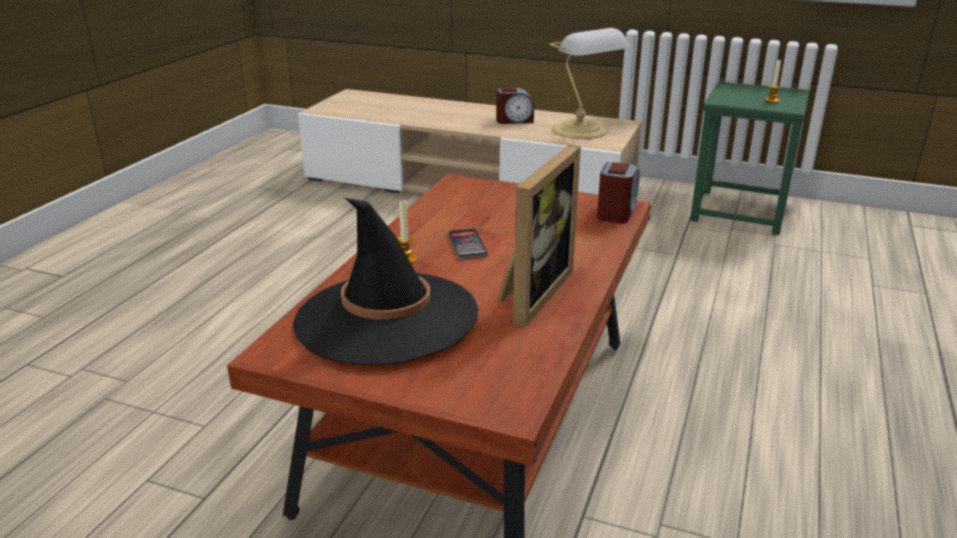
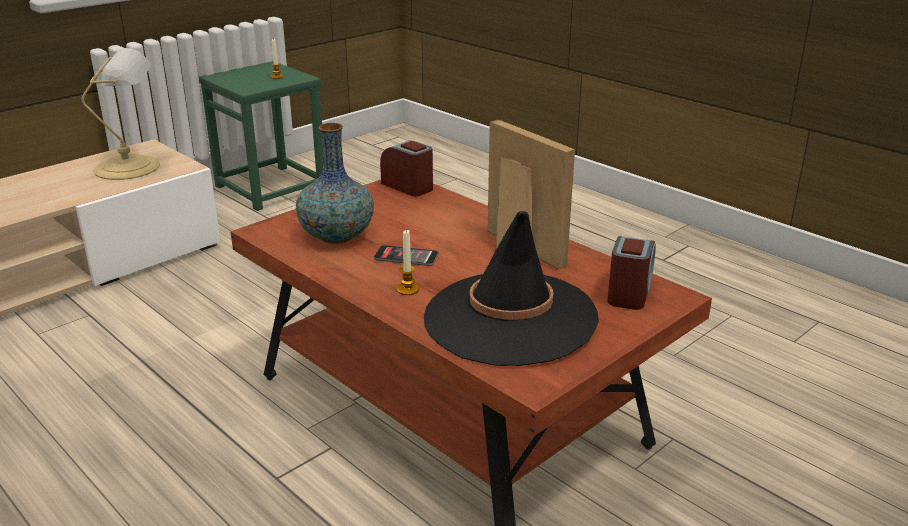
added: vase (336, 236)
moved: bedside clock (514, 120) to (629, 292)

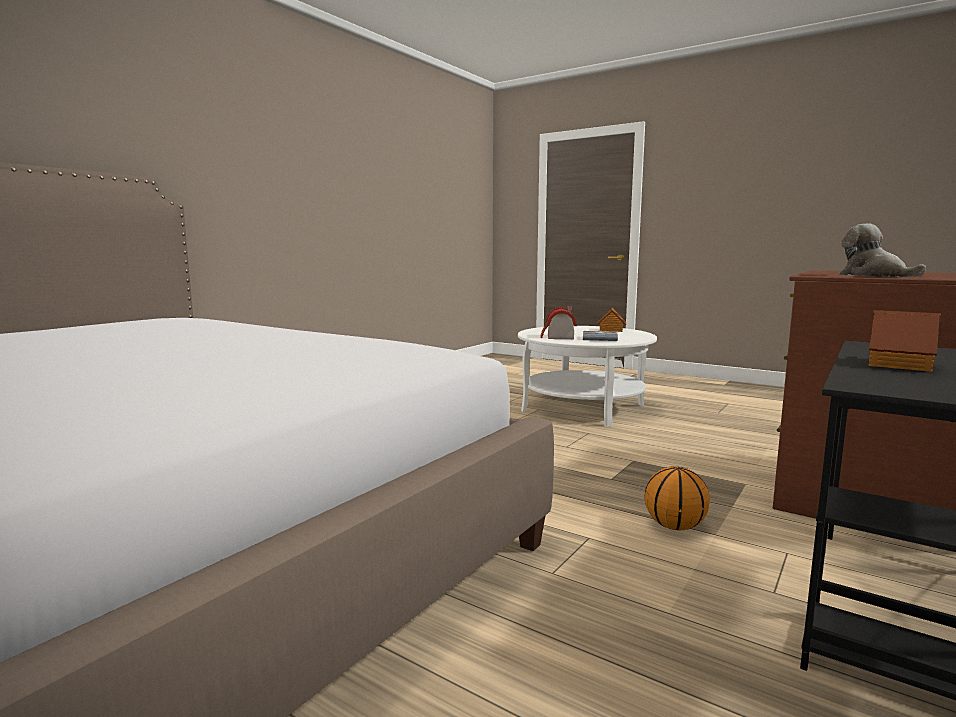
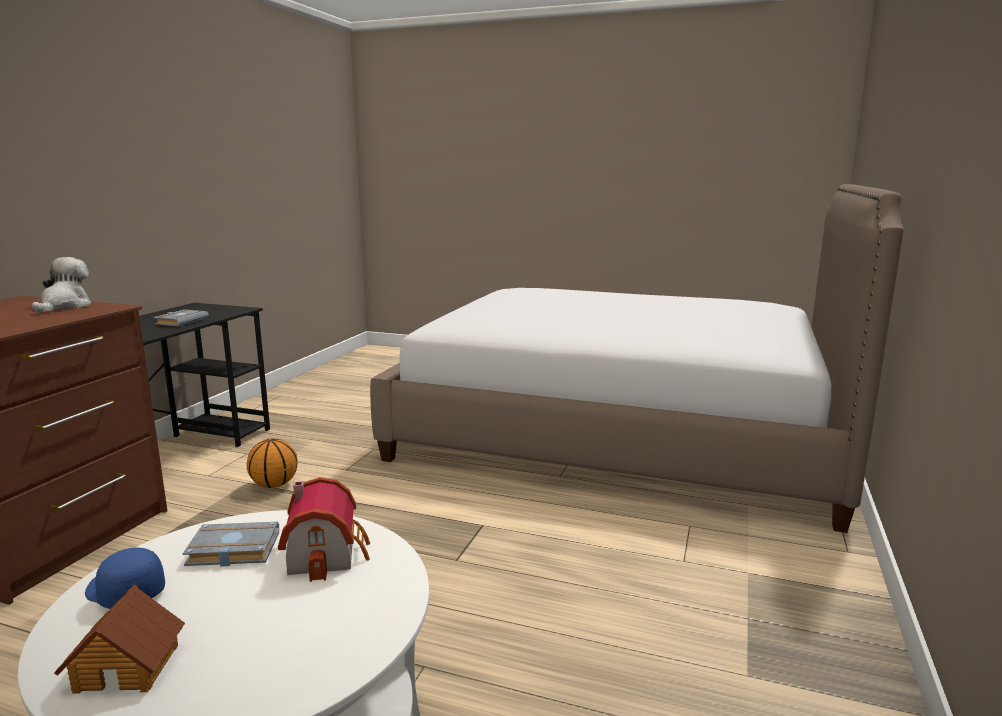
added: blue peaked cap (124, 592)
replaced: toy house (900, 364) to gray book (181, 321)
turned: plush toy (874, 276) = (65, 306) 135 degrees counterclockwise

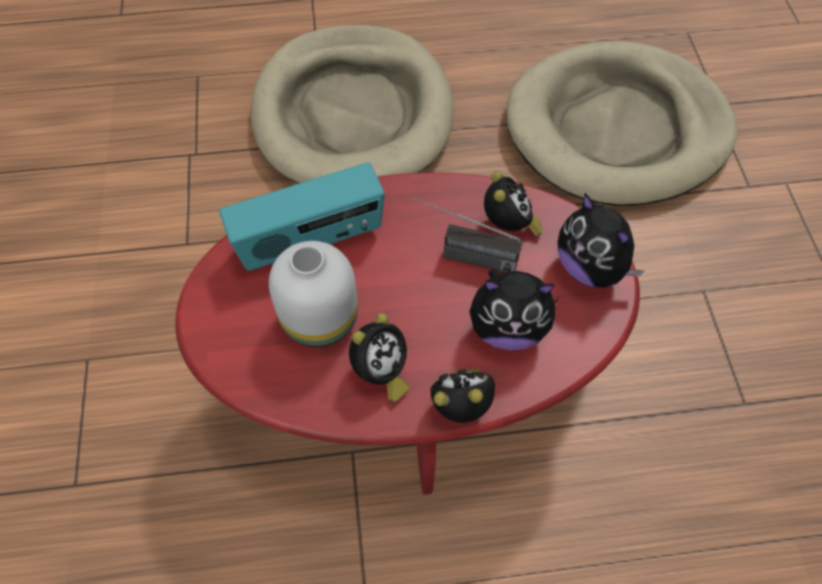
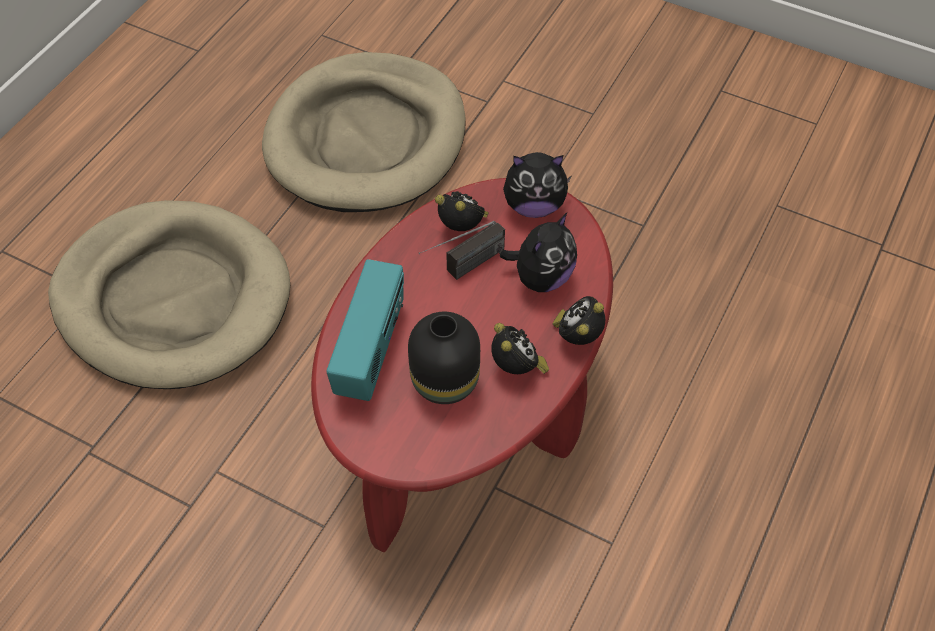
recoloured: white-coloured vase (319, 321) to black-coloured vase (446, 382)

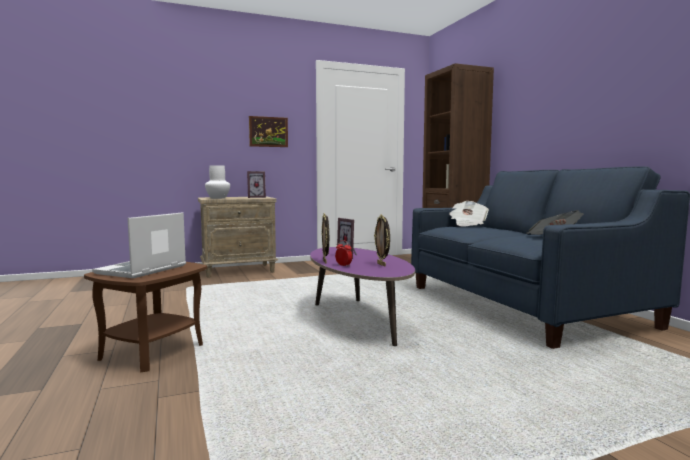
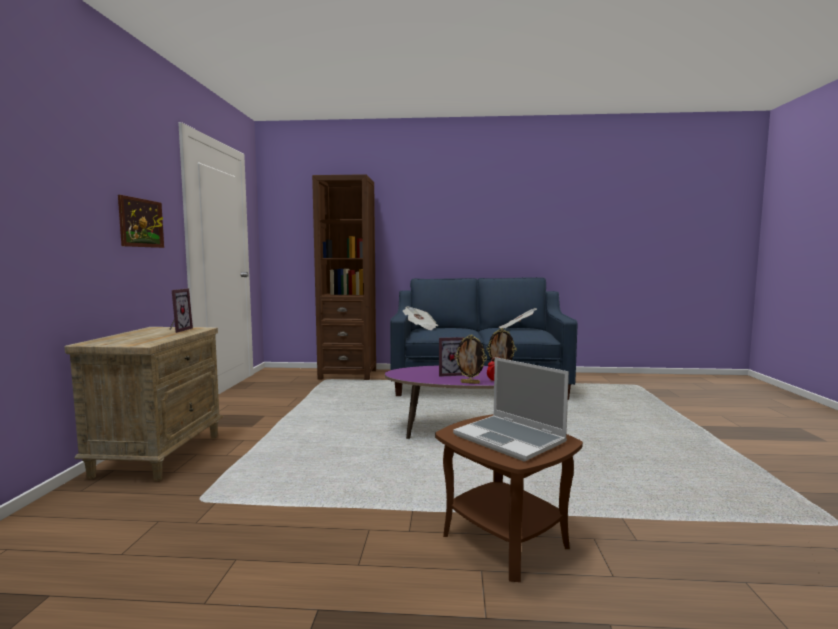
removed: white-coloured vase (218, 198)

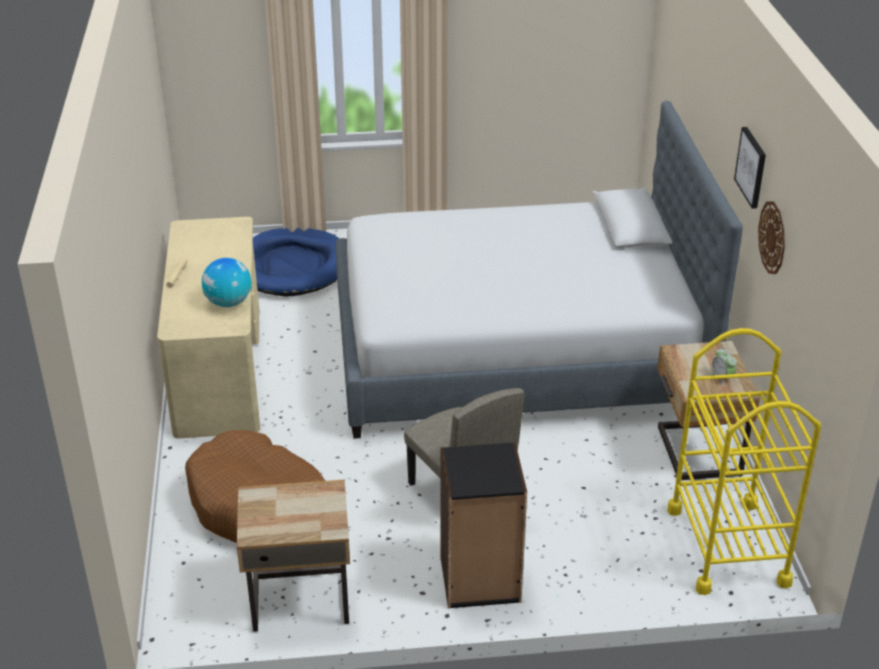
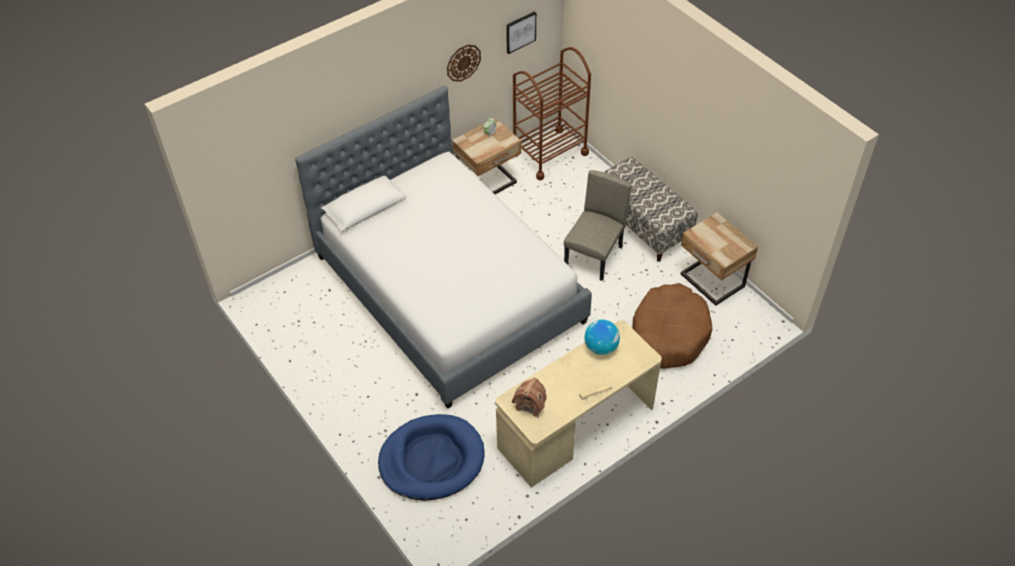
added: toy house (530, 404)
moved: wall picture (752, 167) to (520, 32)
replaced: black-coloured shelving unit (480, 580) to indoor bench (643, 225)
recoloured: yellowish wheeled cart (727, 546) to brown wheeled cart (549, 154)

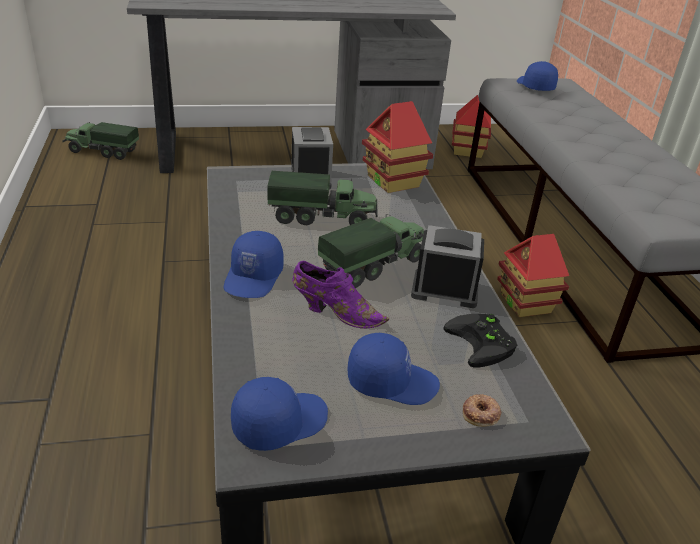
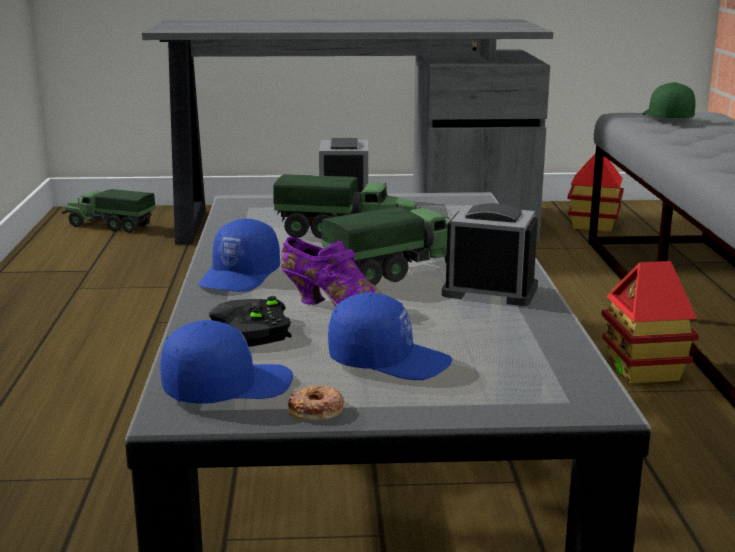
removed: toy house (393, 181)
moved: black-coloured game controller (484, 344) to (254, 331); ring doughnut (481, 414) to (317, 410)
recoloured: blue peaked cap (534, 86) to green-coloured peaked cap (666, 117)

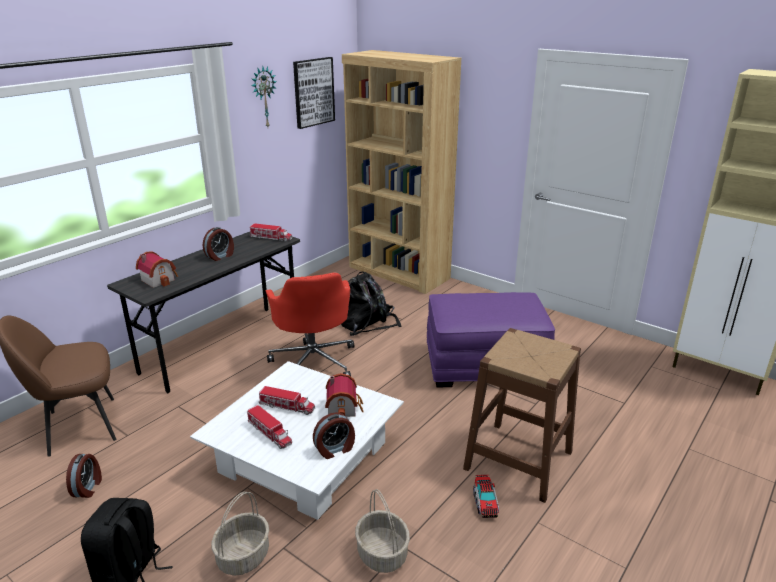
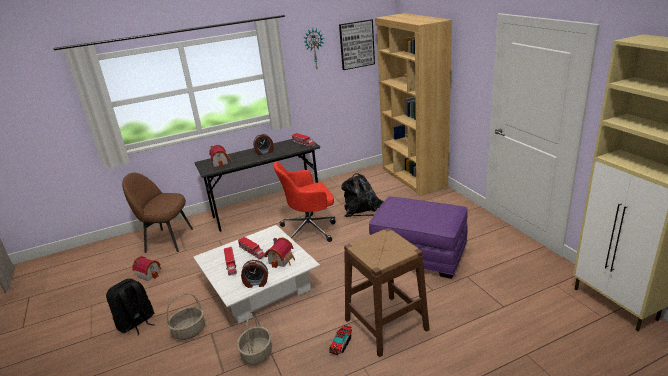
replaced: bedside clock (88, 487) to toy house (149, 273)
turned: red desk chair (313, 362) = (310, 229) 60 degrees clockwise

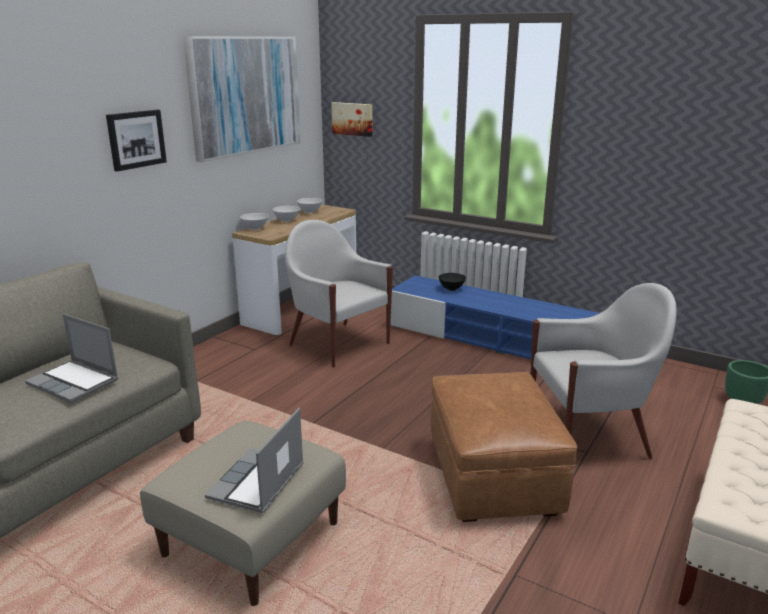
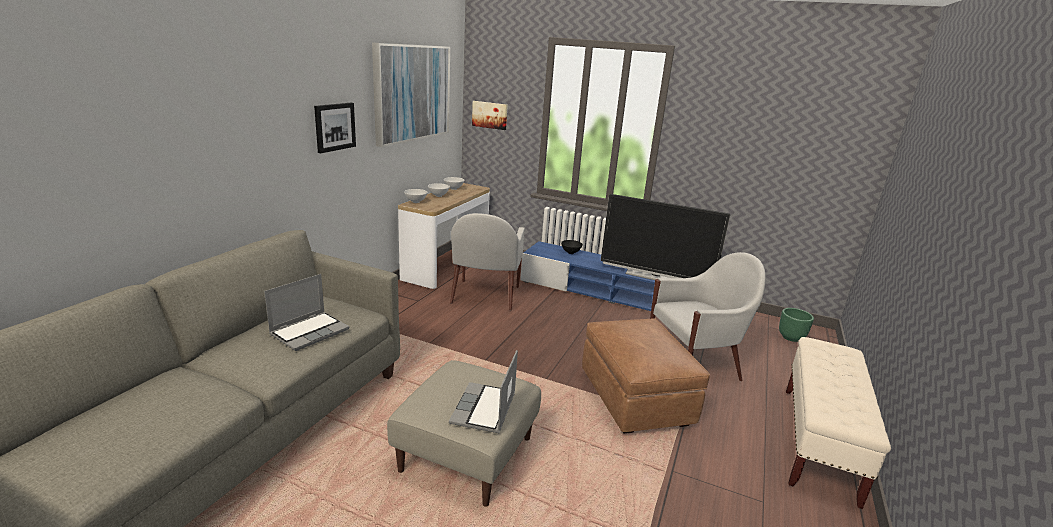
added: television (655, 276)
turned: portable computer (75, 382) = (310, 331) 75 degrees counterclockwise; white-coloured easy chair (338, 344) = (485, 296) 120 degrees counterclockwise

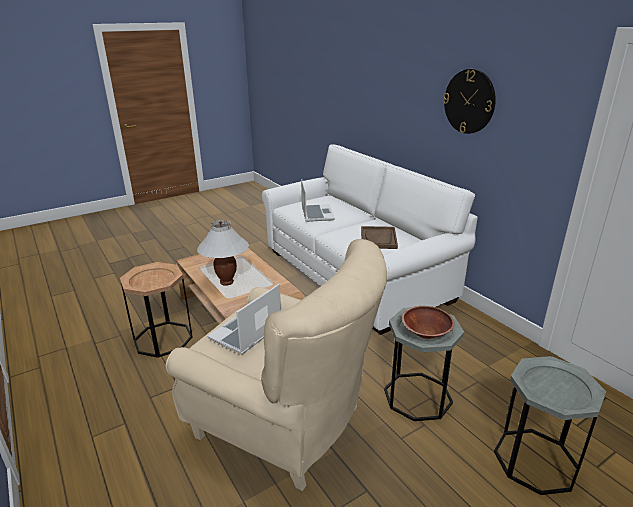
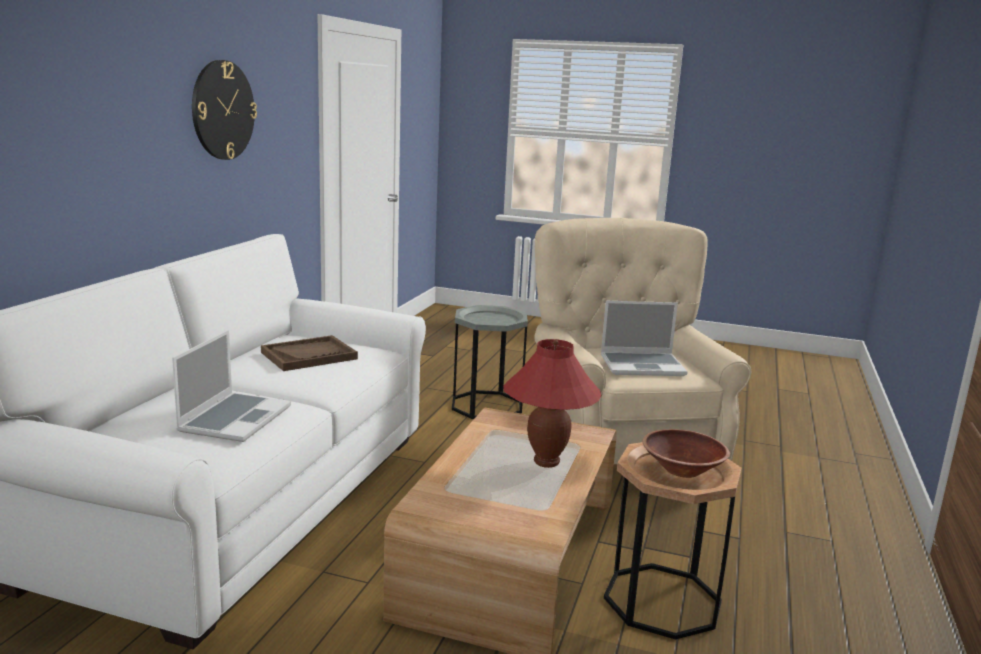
removed: gray end table (535, 460)
moved: brown bowl (426, 332) to (682, 470)
recoloured: white-coloured lamp for a table (226, 282) to red lamp for a table (546, 462)
turned: portable computer (316, 214) = (235, 418) 150 degrees clockwise

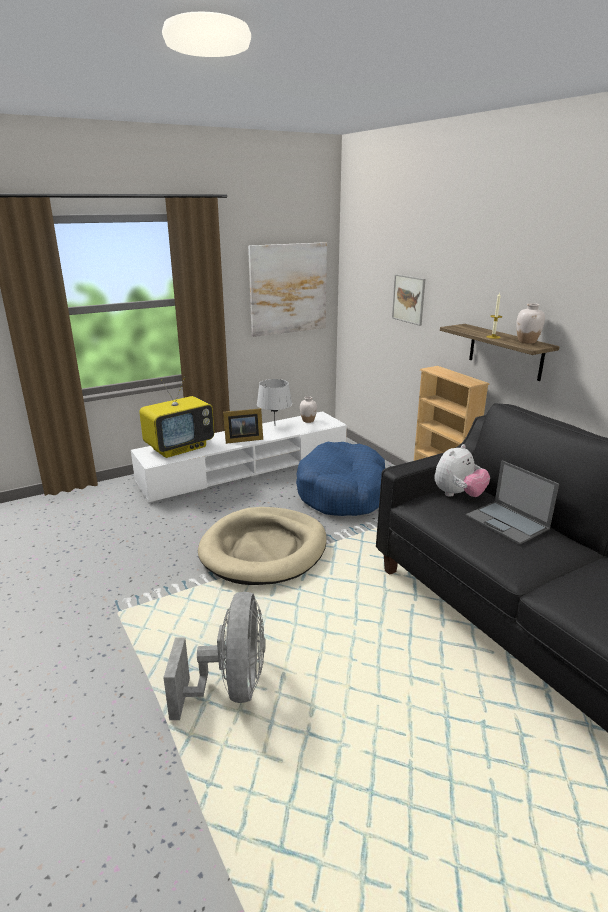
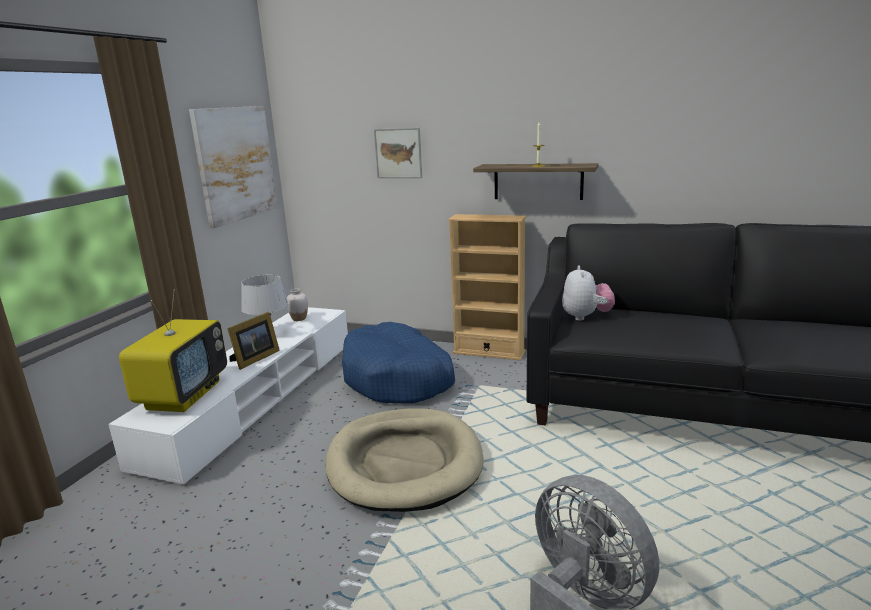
removed: portable computer (508, 522); white-coloured vase (527, 341)

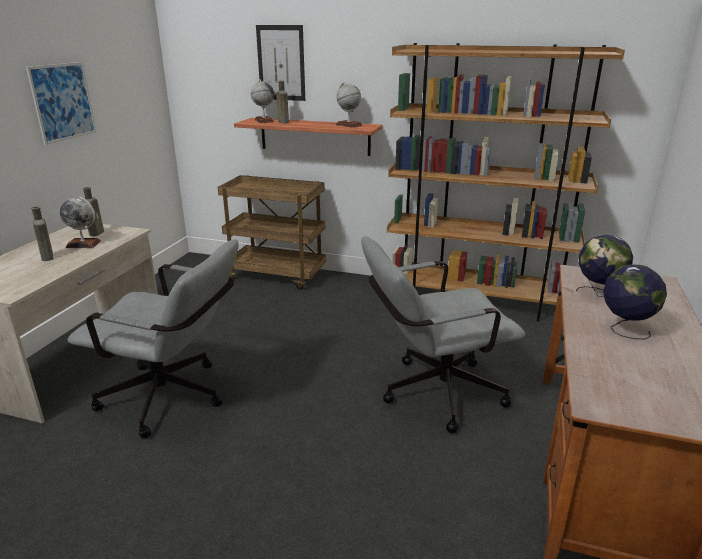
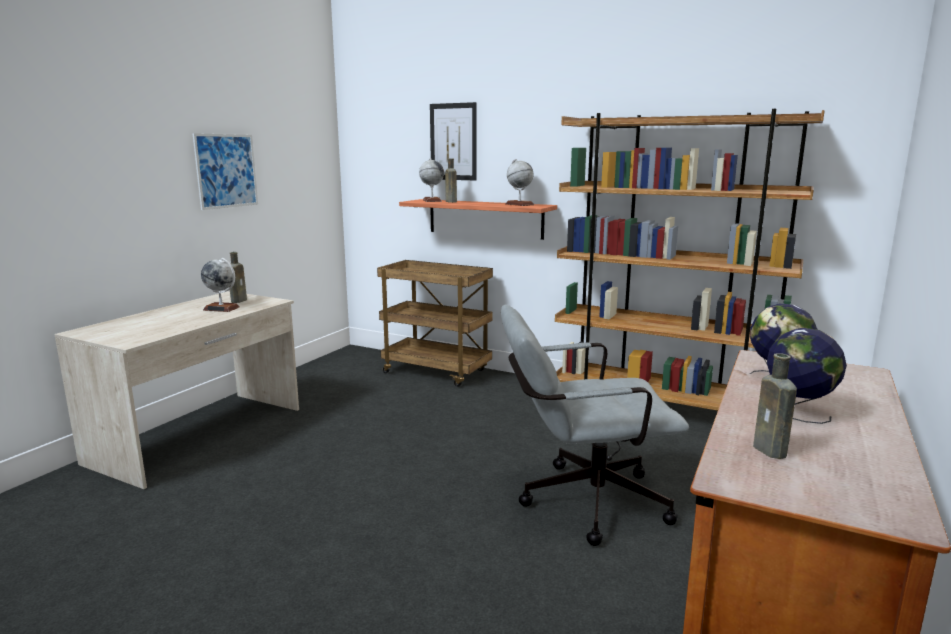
removed: gray desk chair (173, 399)
moved: brown beverage bottle (47, 258) to (771, 451)

